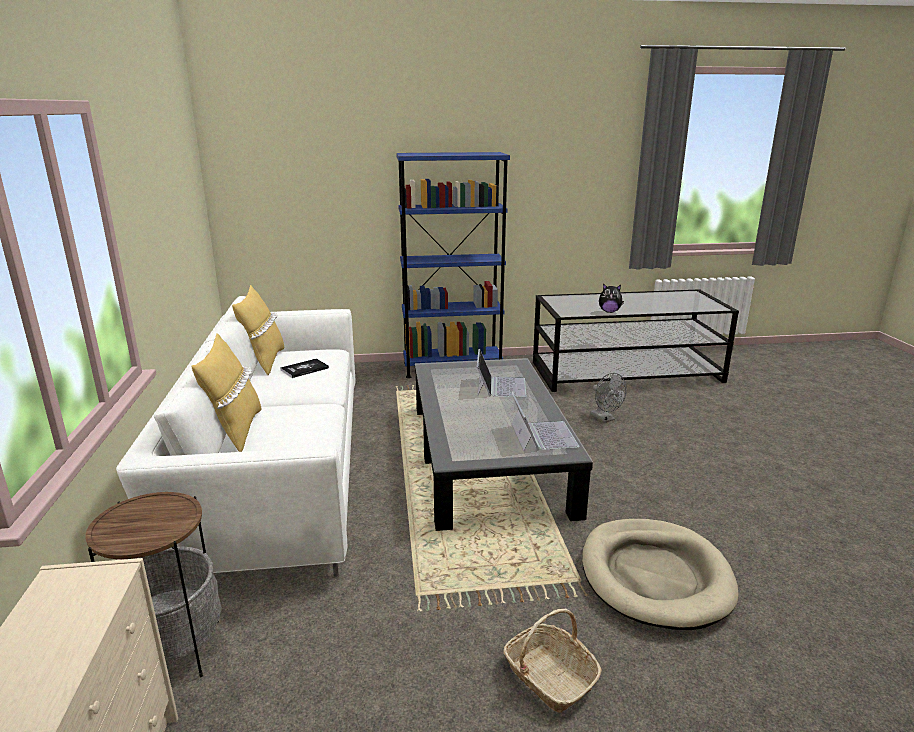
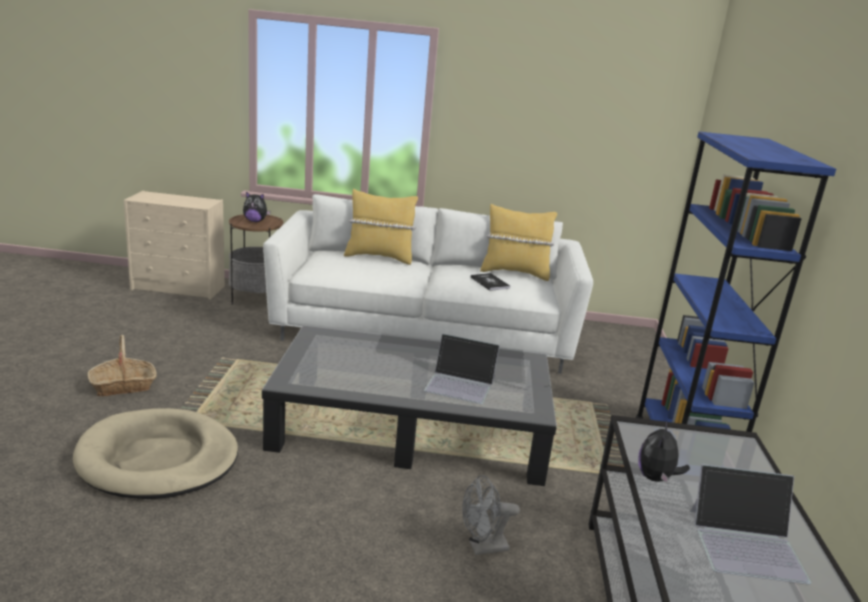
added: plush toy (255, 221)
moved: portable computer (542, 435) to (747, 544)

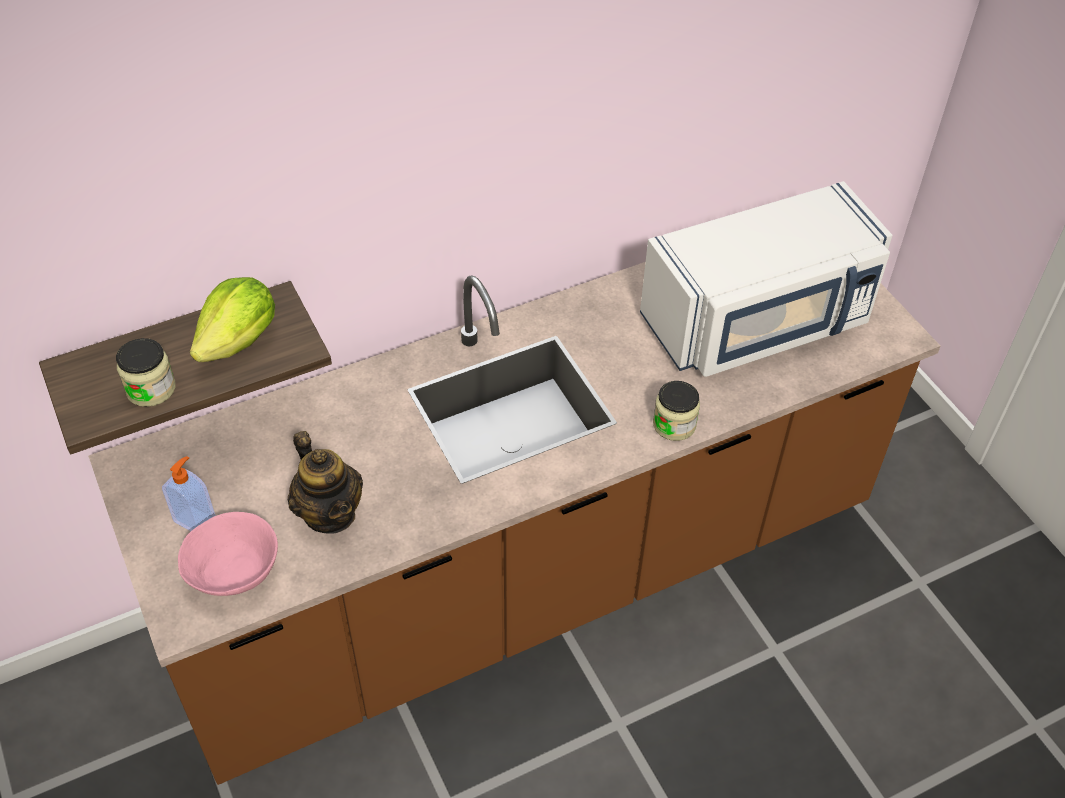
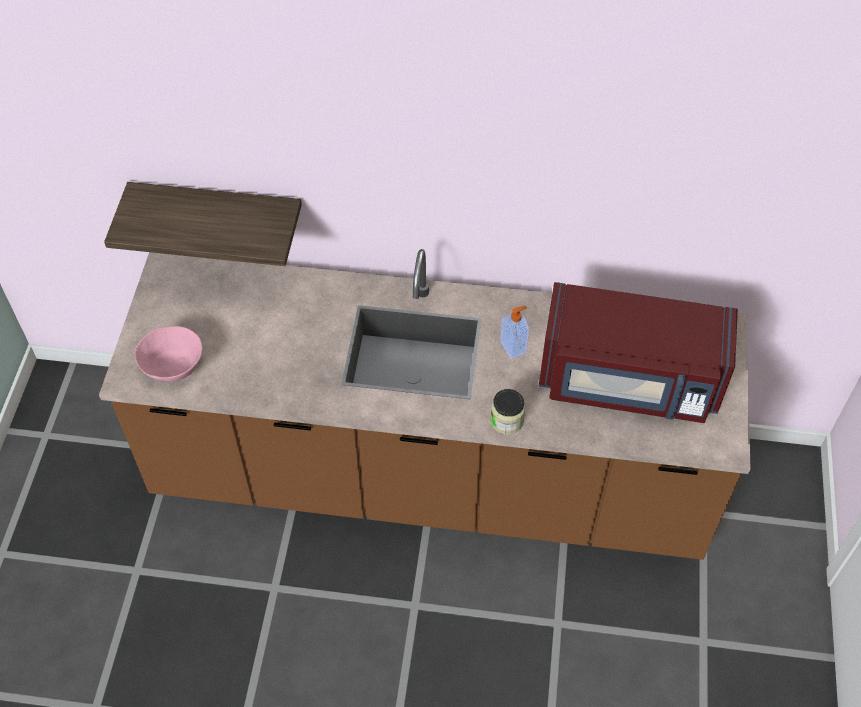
removed: jar (151, 389); head of lettuce (240, 341); tea pot (330, 513)
moved: liquid soap bottle (196, 519) to (514, 347)
recoloured: white-coloured microwave oven (759, 322) to red microwave oven (629, 381)

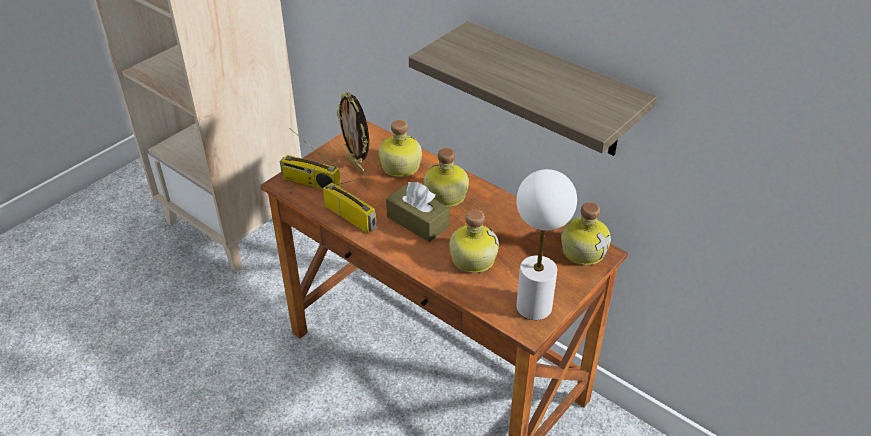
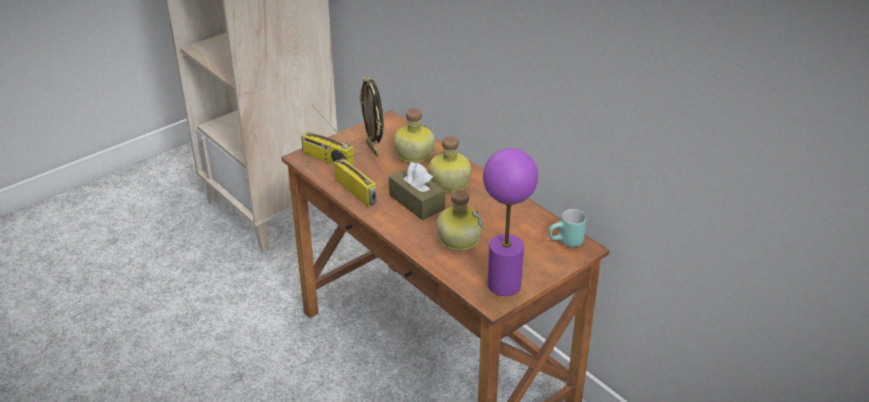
removed: shelf (552, 91)
replaced: beverage bottle (583, 250) to turquoise tea mug (566, 243)
recoloured: white-coloured lamp for a table (534, 307) to purple lamp for a table (504, 285)

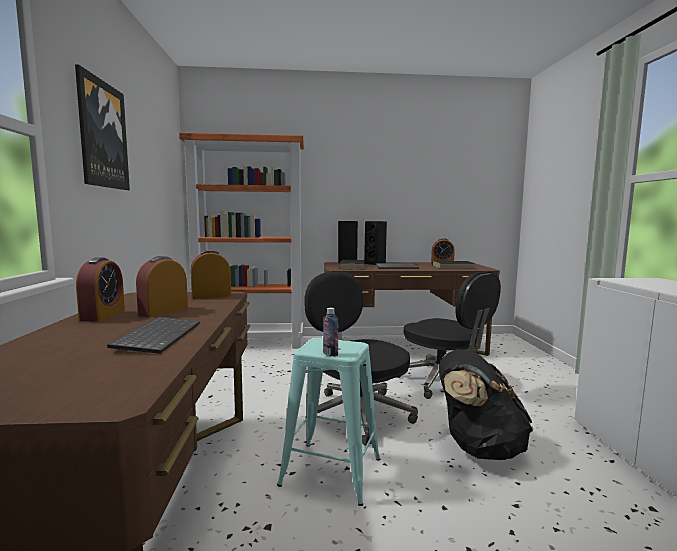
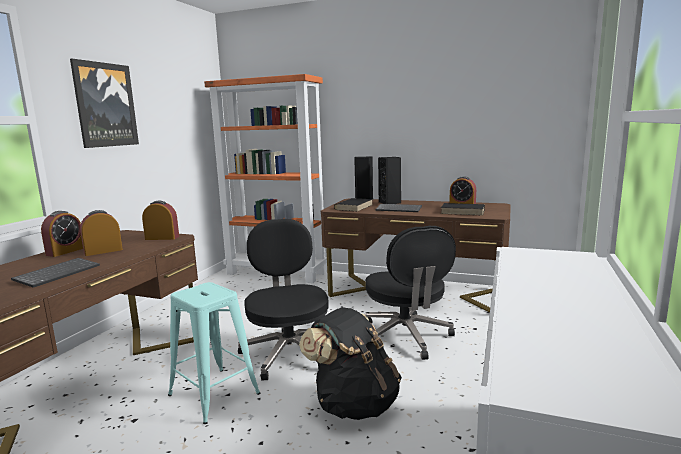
removed: beverage bottle (330, 354)

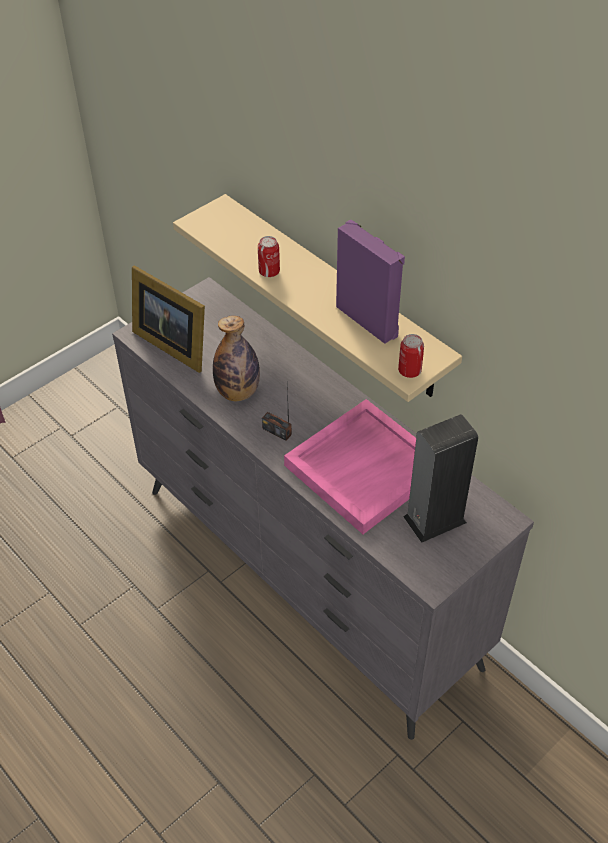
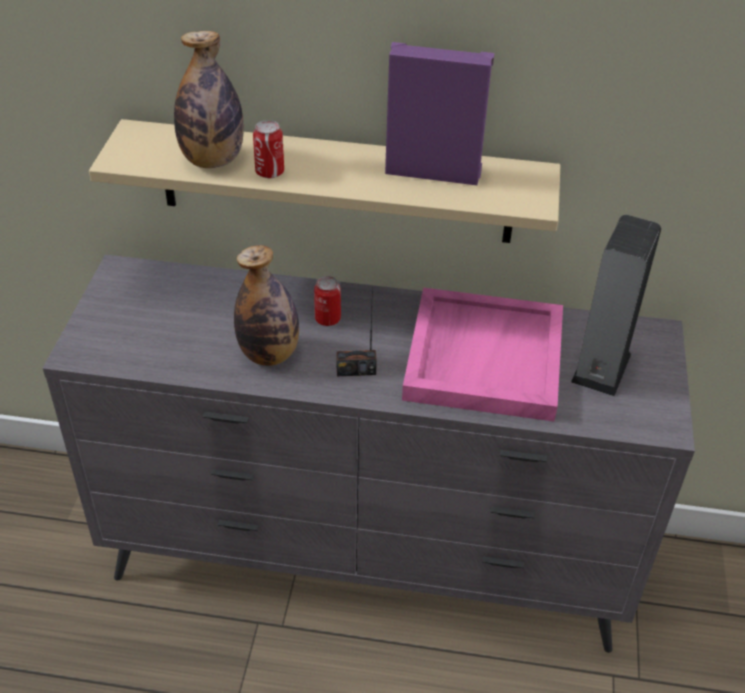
removed: picture frame (172, 343)
added: beverage bottle (212, 160)
moved: can (409, 371) to (327, 319)

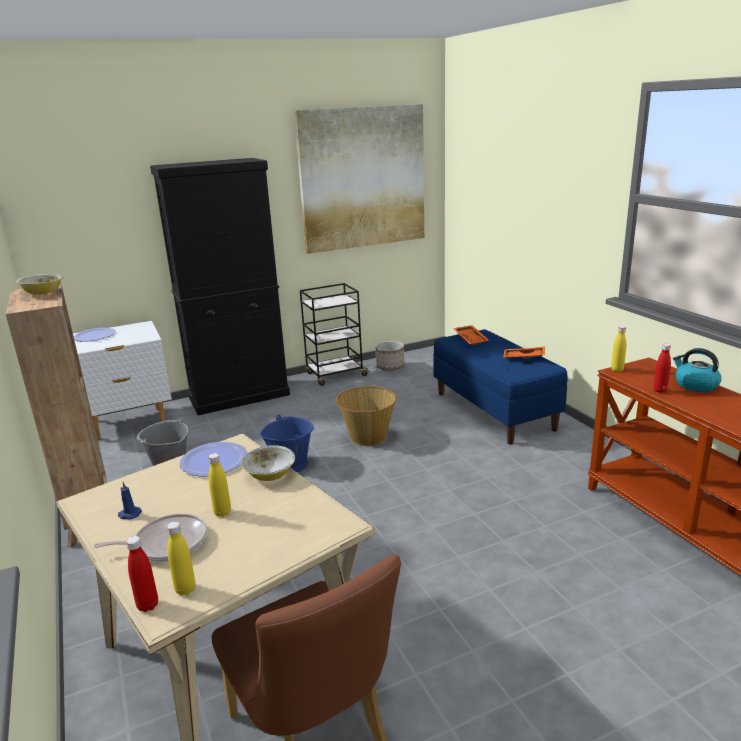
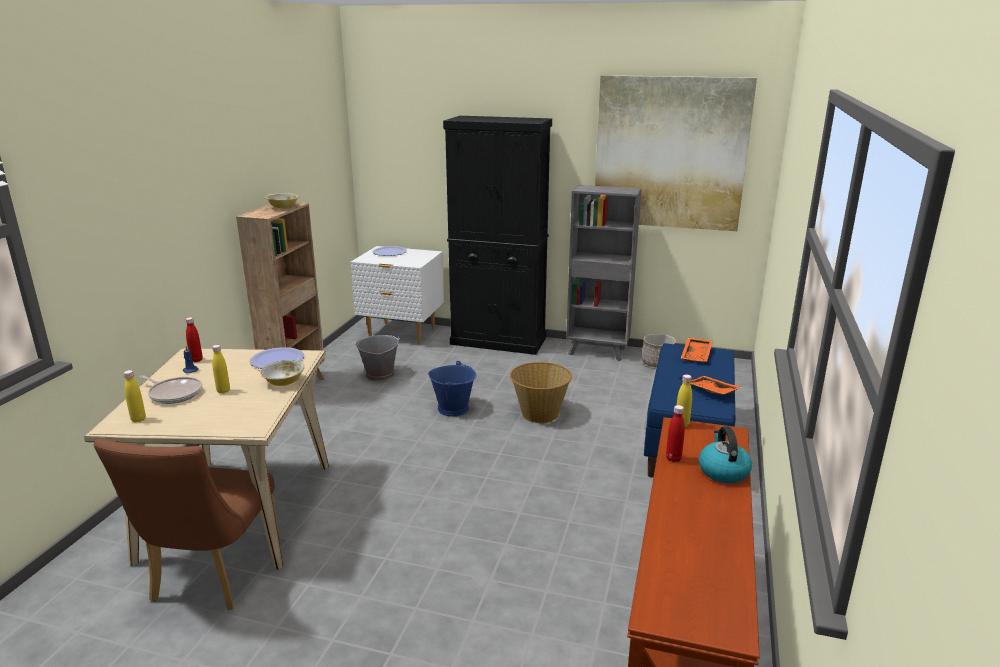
moved: red beverage bottle (148, 605) to (196, 360)
replaced: black-coloured wheeled cart (335, 375) to gray shelving unit (598, 352)

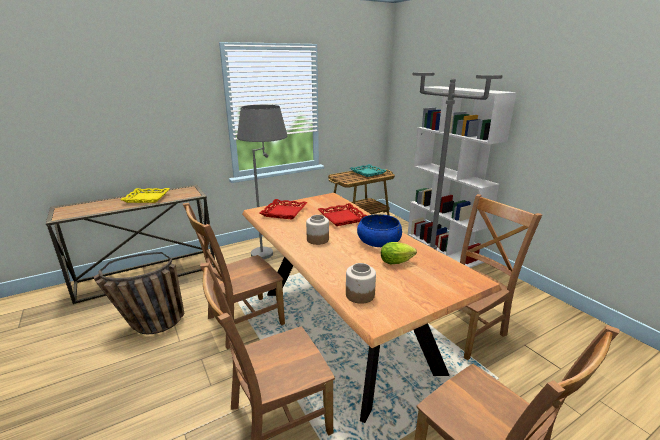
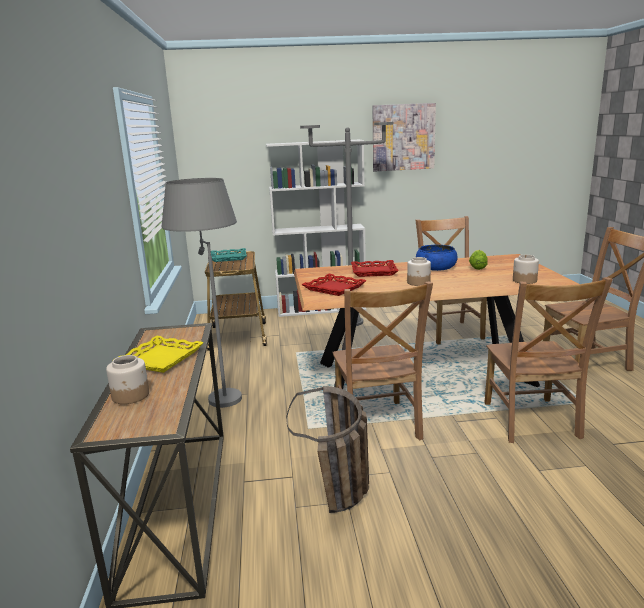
added: jar (131, 396); wall picture (403, 137)

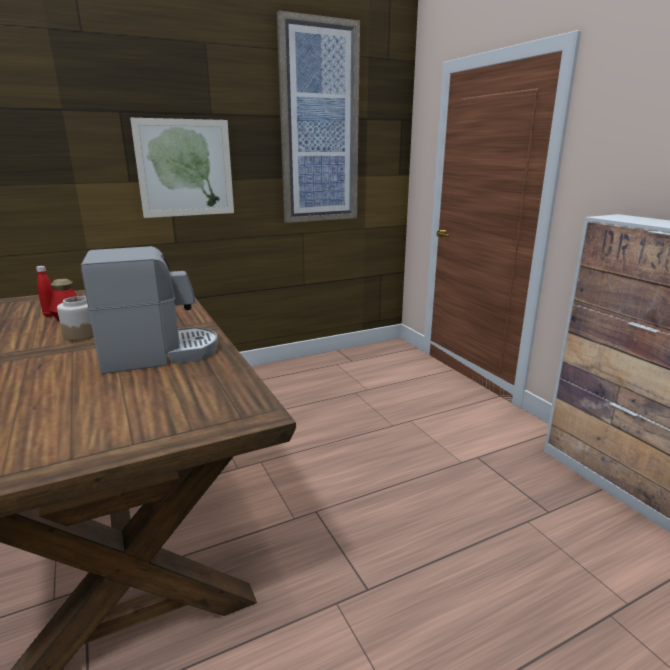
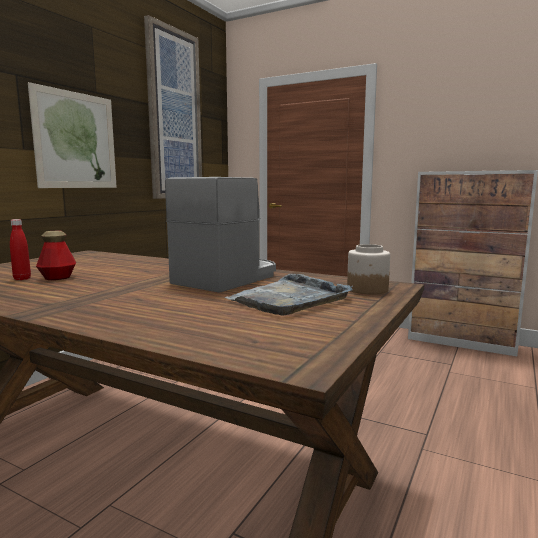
added: gray carrying tray (289, 298)
moved: jar (82, 334) to (366, 289)

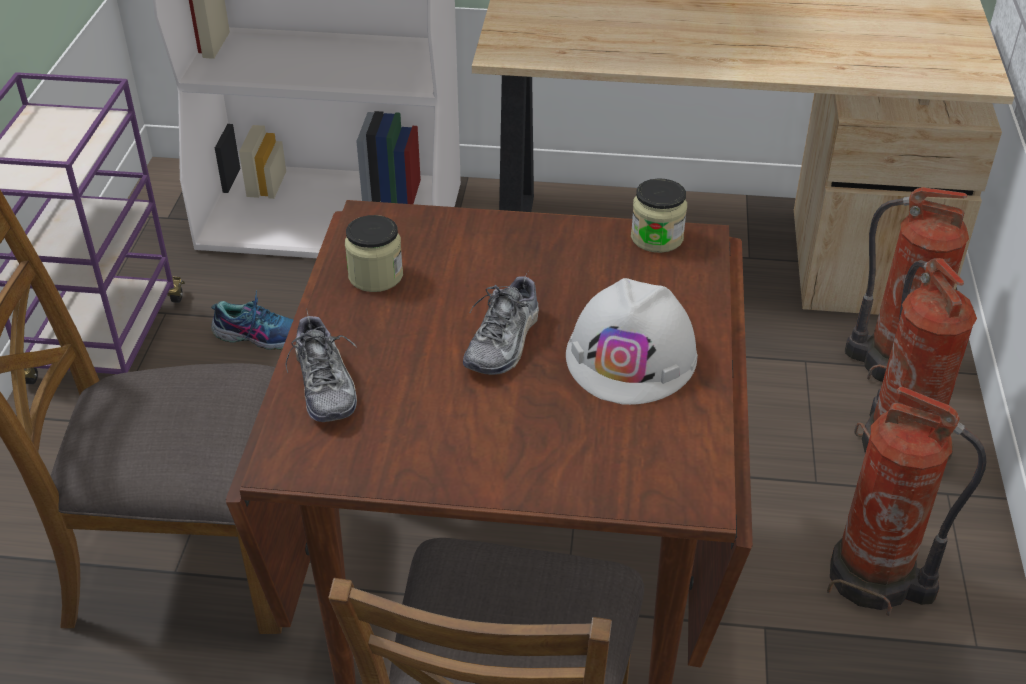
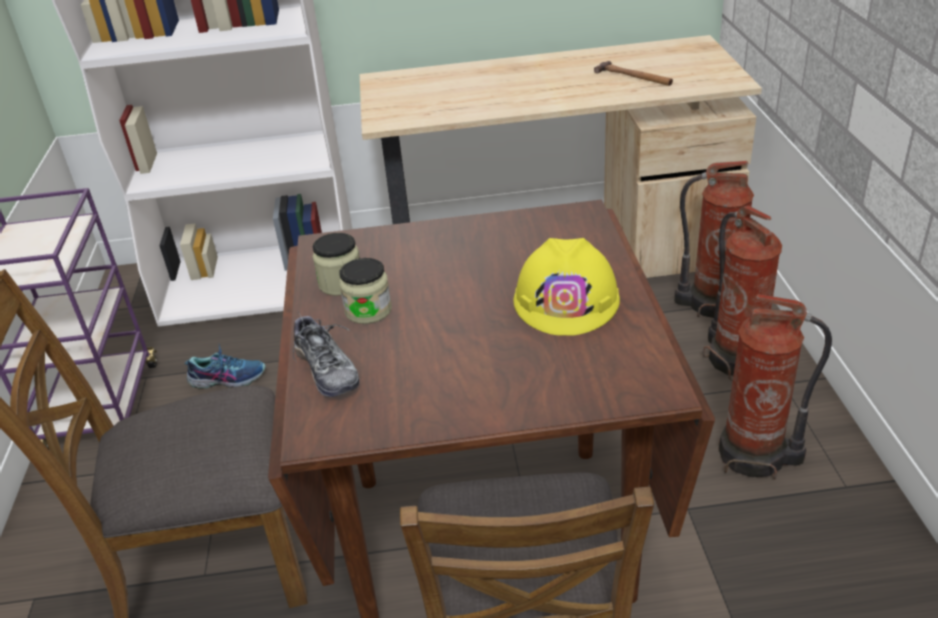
removed: item of footwear (504, 342)
added: hand hammer (634, 77)
moved: jar (657, 237) to (368, 310)
recoloured: white-coloured hard hat (632, 356) to yellowish hard hat (566, 300)

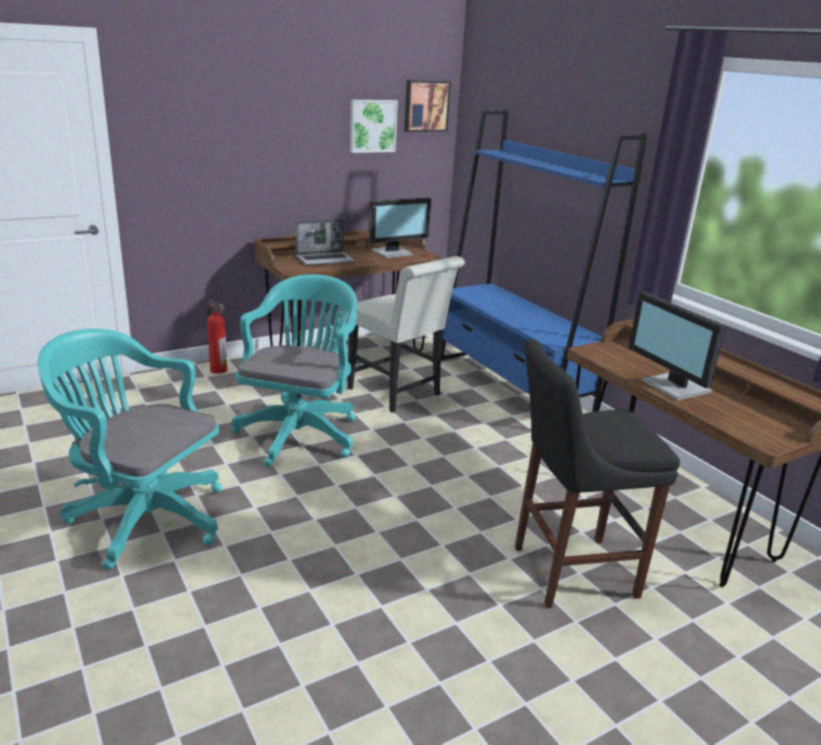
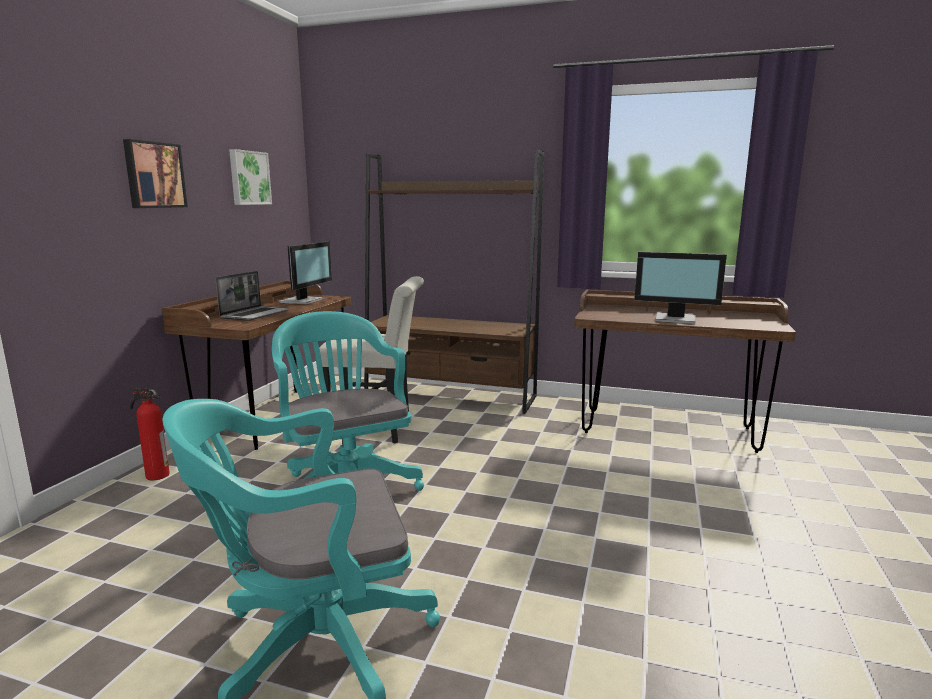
removed: black-coloured stool seat (567, 571)
moved: wall picture (426, 106) to (154, 175)
recoloured: blue shelving unit (511, 388) to brown shelving unit (450, 396)

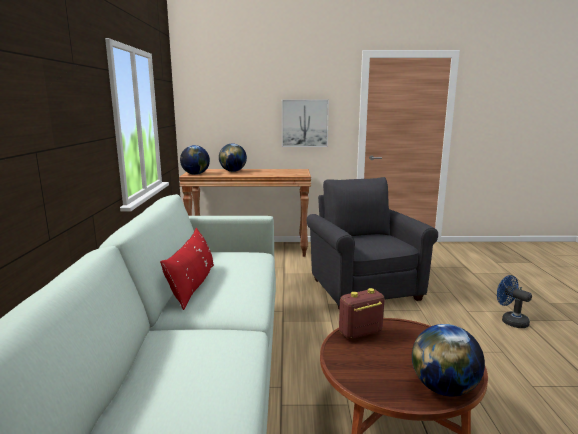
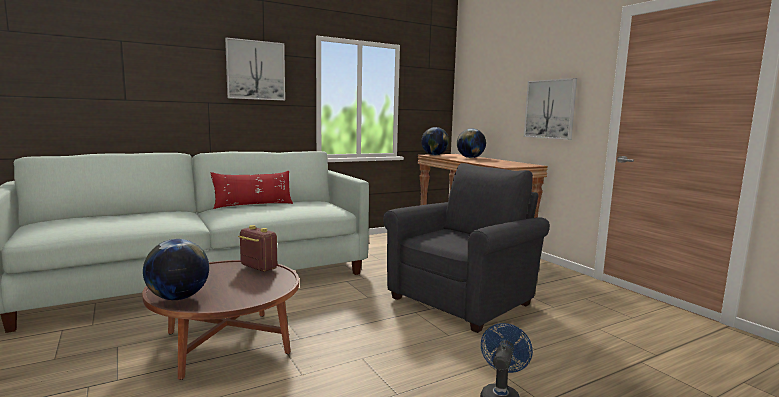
added: wall picture (255, 70)

